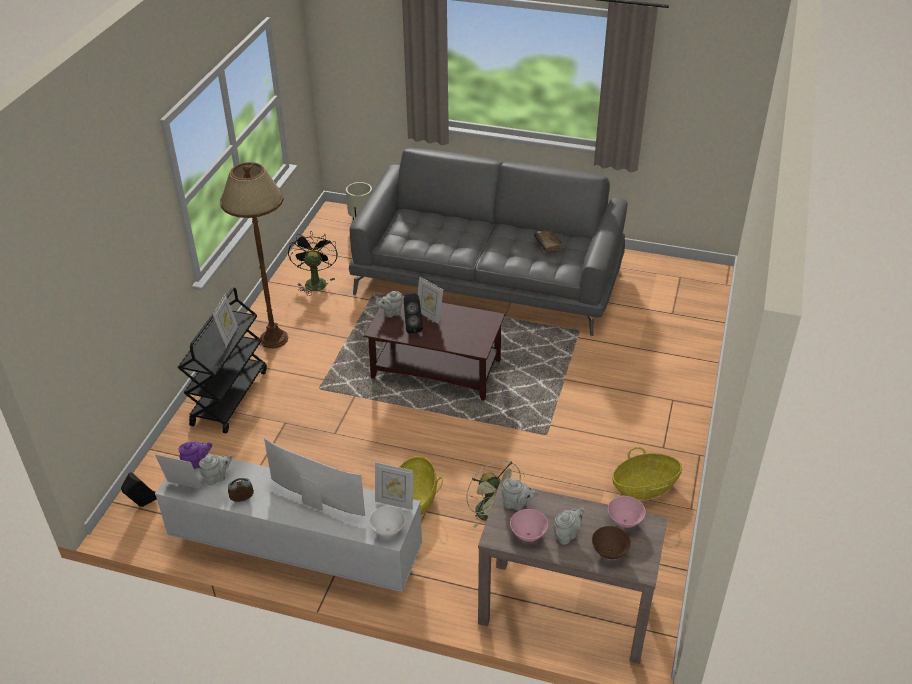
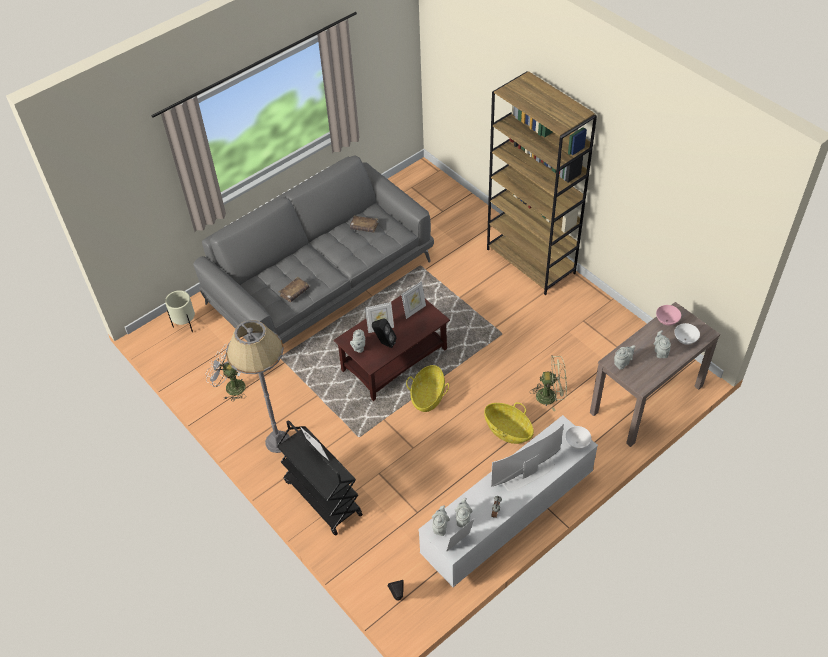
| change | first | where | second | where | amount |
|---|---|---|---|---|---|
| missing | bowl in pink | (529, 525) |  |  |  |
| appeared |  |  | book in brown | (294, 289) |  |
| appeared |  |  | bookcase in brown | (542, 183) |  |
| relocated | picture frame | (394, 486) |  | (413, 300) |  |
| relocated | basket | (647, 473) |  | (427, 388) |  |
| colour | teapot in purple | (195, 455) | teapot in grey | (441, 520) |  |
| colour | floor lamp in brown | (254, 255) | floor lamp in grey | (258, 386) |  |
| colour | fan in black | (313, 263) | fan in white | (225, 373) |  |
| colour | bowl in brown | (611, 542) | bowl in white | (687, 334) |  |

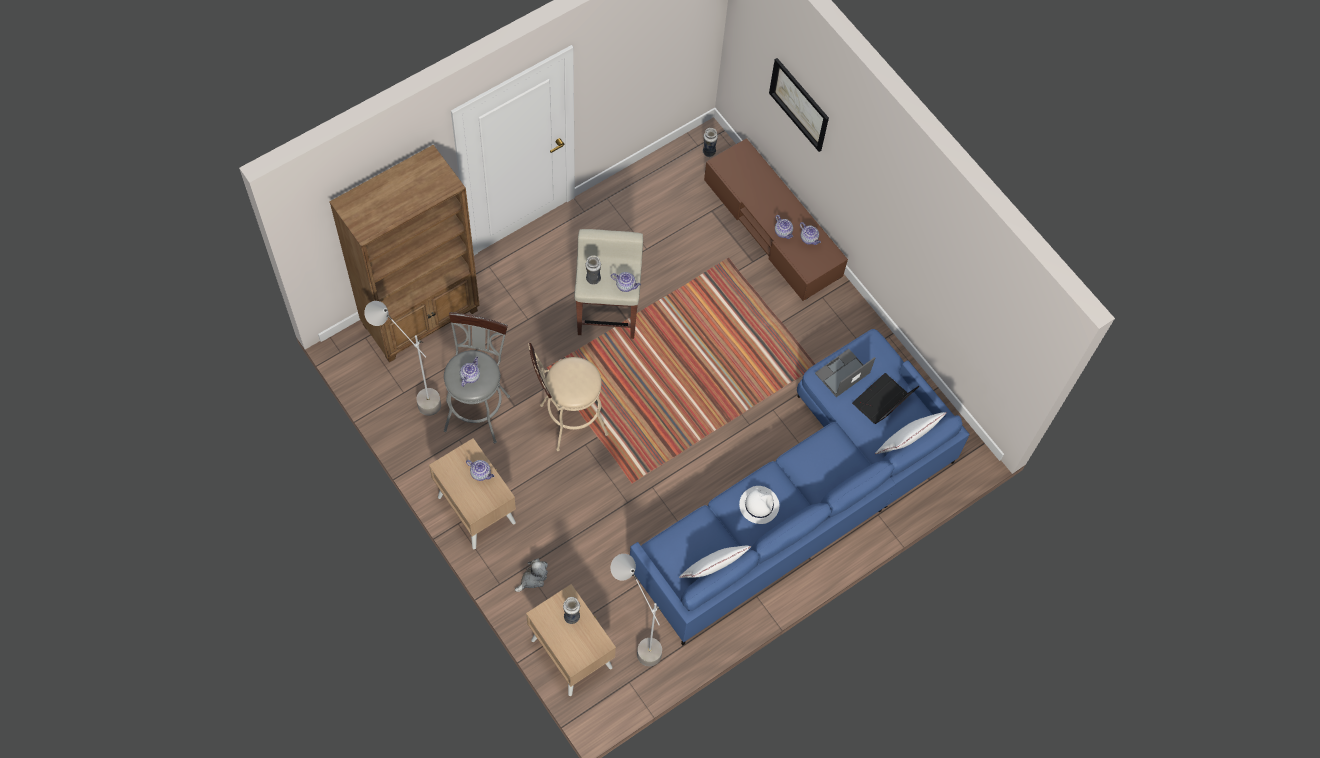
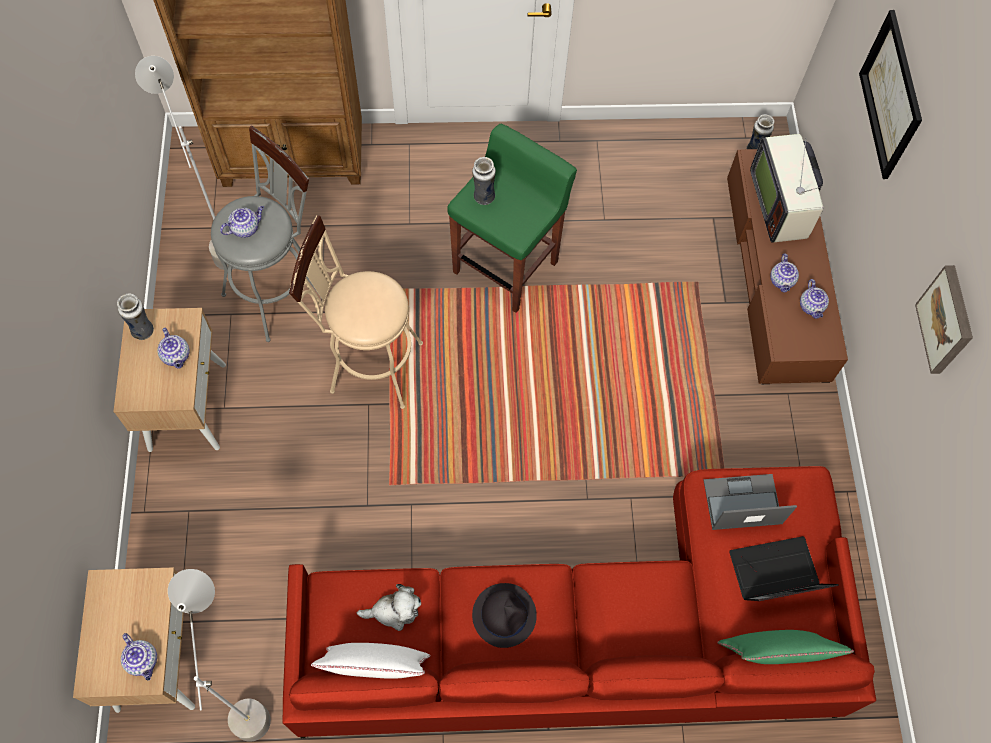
| change | first | where | second | where | amount |
|---|---|---|---|---|---|
| appeared |  |  | television | (787, 188) |  |
| appeared |  |  | picture | (944, 319) |  |
| relocated | plush toy | (531, 575) |  | (389, 607) |  |
| relocated | vase | (571, 610) |  | (135, 316) |  |
| relocated | teapot | (626, 282) |  | (139, 657) |  |
| colour | stool in beige | (608, 284) | stool in green | (512, 218) |  |
| colour | sofa in blue | (800, 487) | sofa in red | (579, 602) |  |
| colour | hat in white | (759, 505) | hat in black | (504, 615) |  |
| colour | pillow in white | (910, 433) | pillow in green | (785, 647) |  |

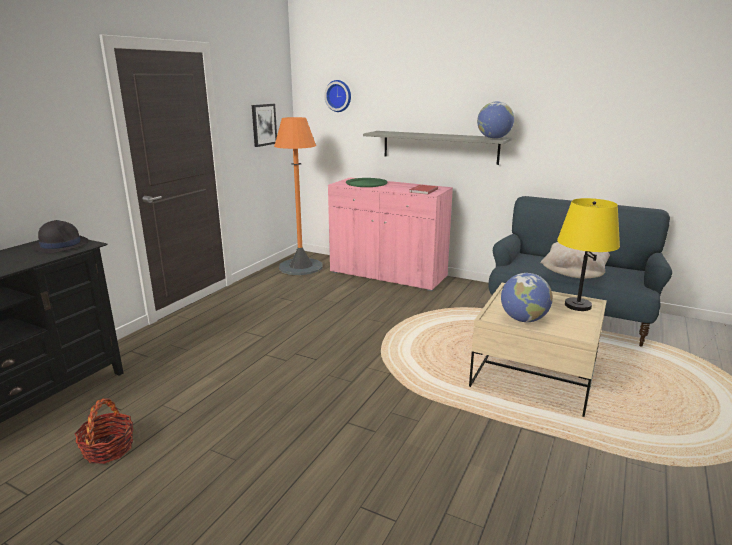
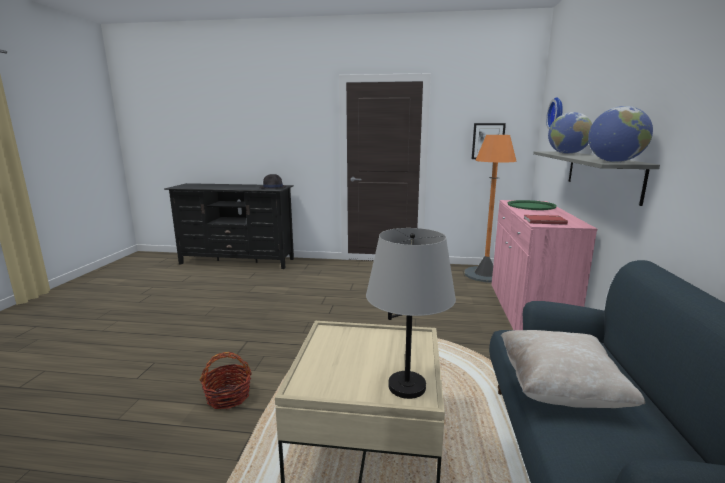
| change | first | where | second | where | amount |
|---|---|---|---|---|---|
| relocated | basket | (104, 431) |  | (225, 380) |  |
| relocated | globe | (527, 298) |  | (570, 133) |  |
| colour | table lamp in yellow | (588, 254) | table lamp in grey | (411, 313) |  |

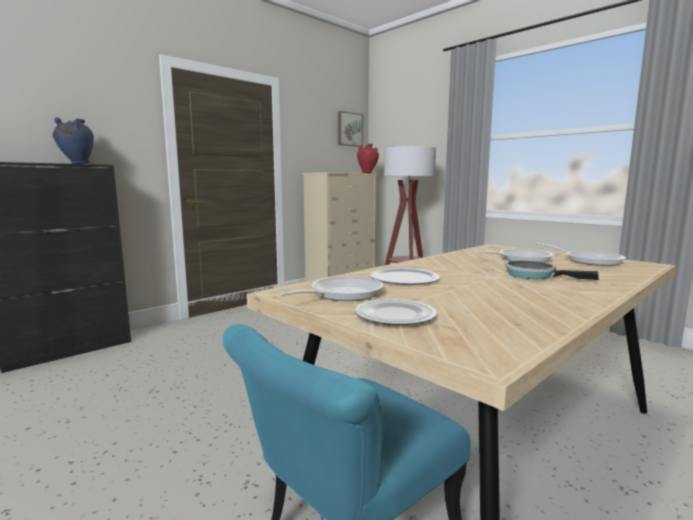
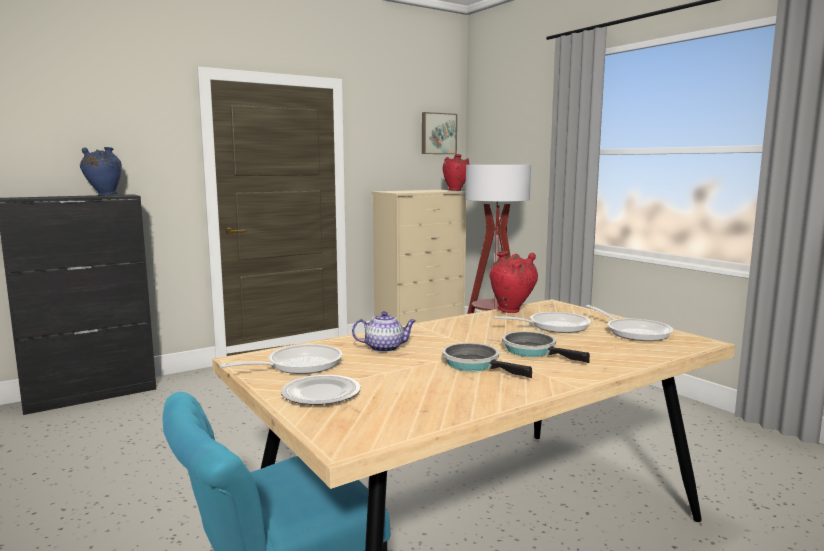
| change | first | where | second | where | amount |
|---|---|---|---|---|---|
| appeared |  |  | frying pan | (487, 360) |  |
| appeared |  |  | vase in red | (513, 282) |  |
| exchanged | plate | (405, 276) | teapot | (384, 331) |  |

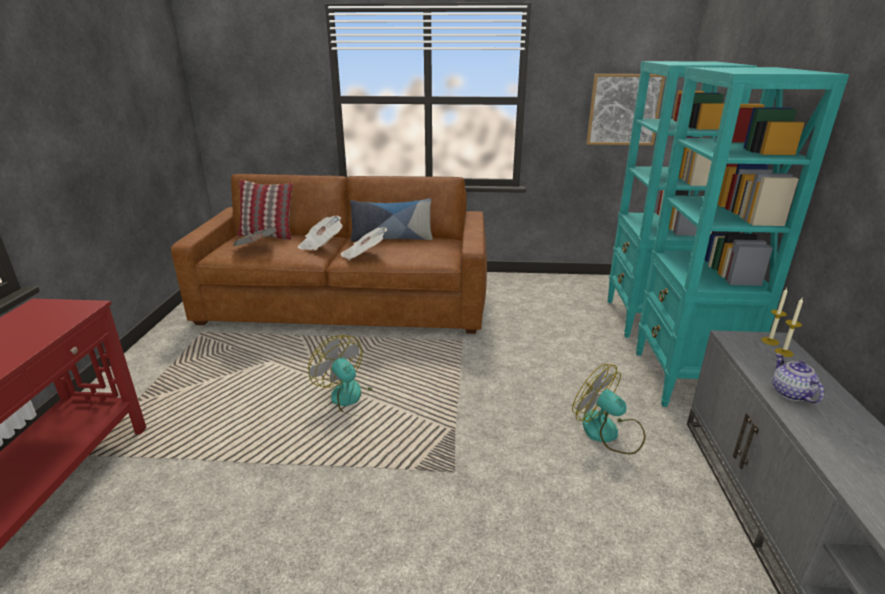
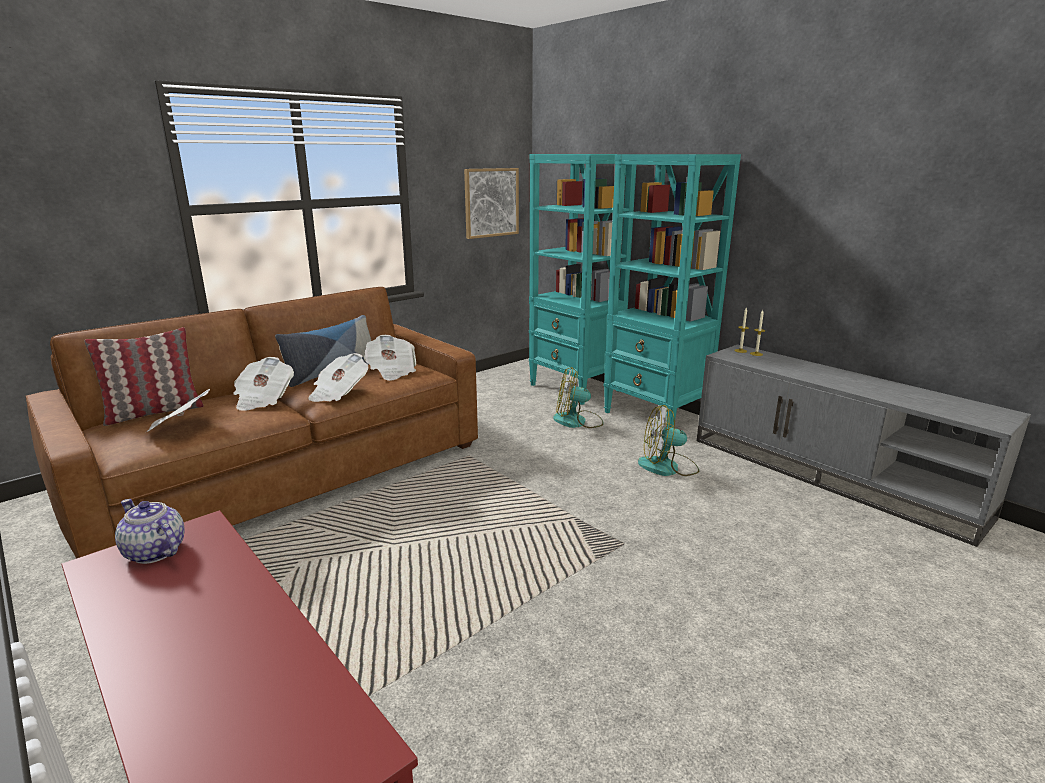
| change | first | where | second | where | amount |
|---|---|---|---|---|---|
| appeared |  |  | newspaper | (390, 358) |  |
| relocated | fan | (340, 375) |  | (578, 397) |  |
| relocated | teapot | (798, 378) |  | (150, 531) |  |

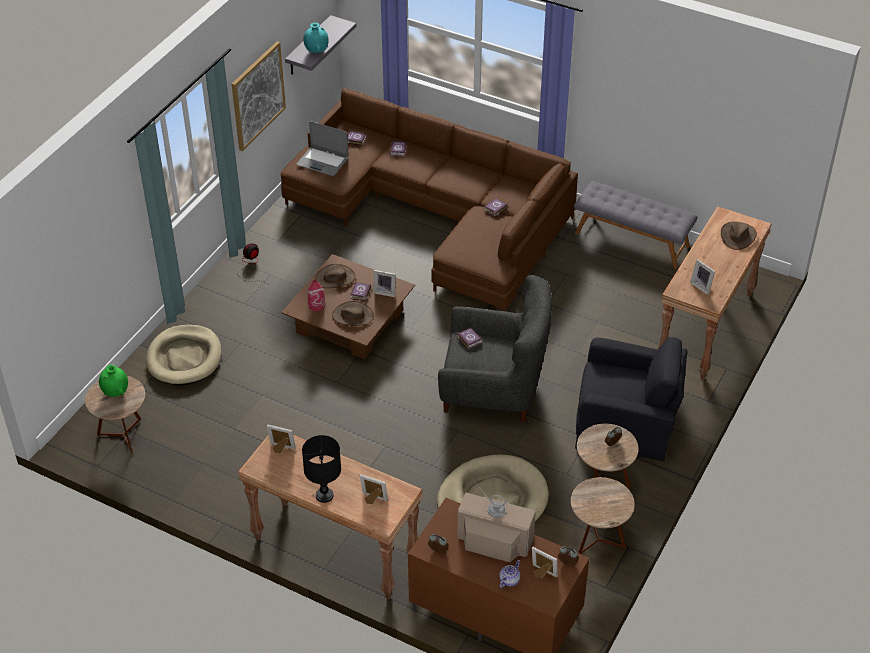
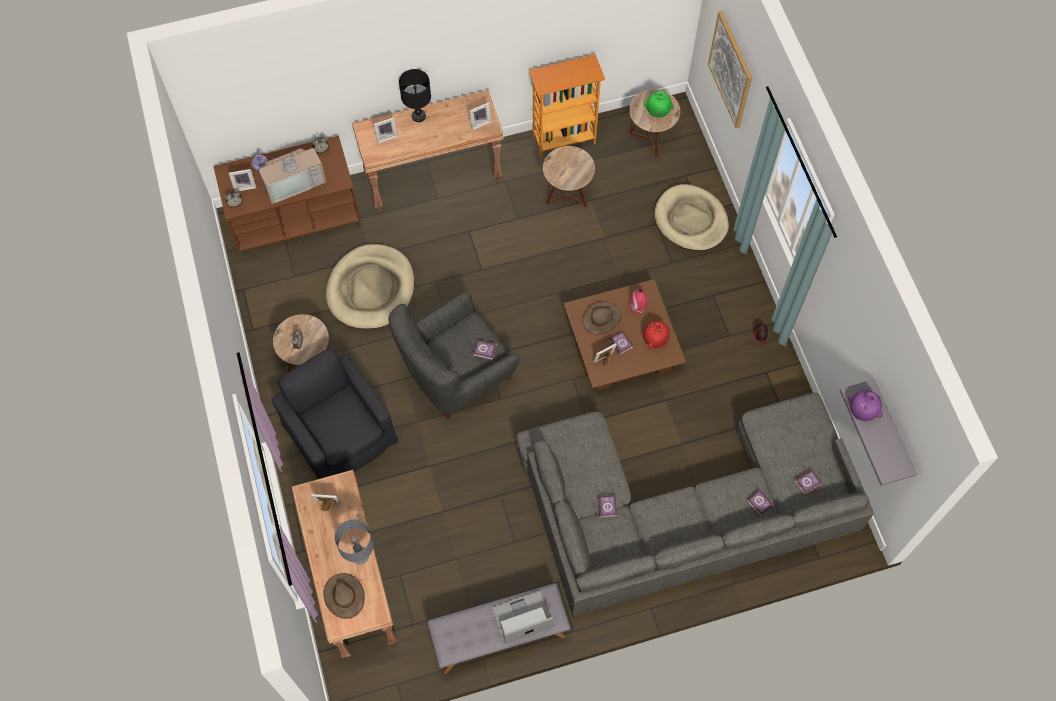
| change | first | where | second | where | amount |
|---|---|---|---|---|---|
| appeared |  |  | table lamp in grey | (354, 541) |  |
| appeared |  |  | bookcase | (567, 106) |  |
| relocated | picture | (259, 96) |  | (730, 69) |  |
| relocated | laptop | (322, 148) |  | (523, 617) |  |
| relocated | side table in brown | (603, 515) |  | (569, 176) |  |
| exchanged | hat in brown | (335, 276) | vase in red | (656, 335) |  |
| colour | sofa in brown | (429, 200) | sofa in grey | (695, 505) |  |
| colour | vase in turquoise | (316, 38) | vase in purple | (865, 405) |  |
| spun | armchair in black | (631, 399) |  | (334, 413) | 90 degrees clockwise |

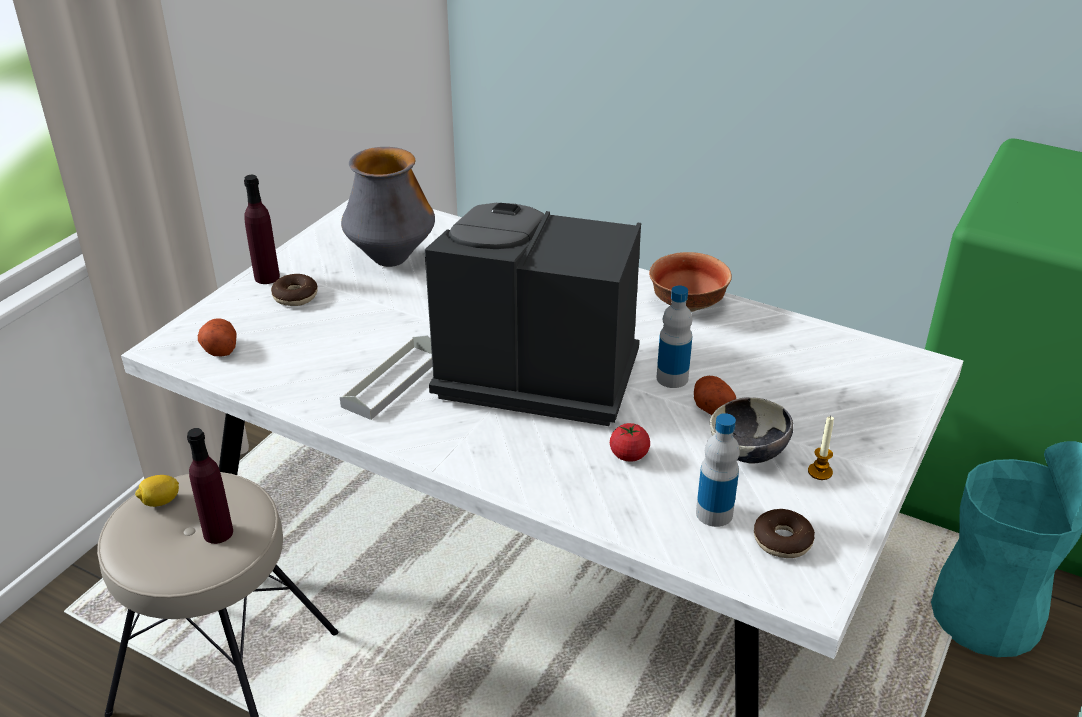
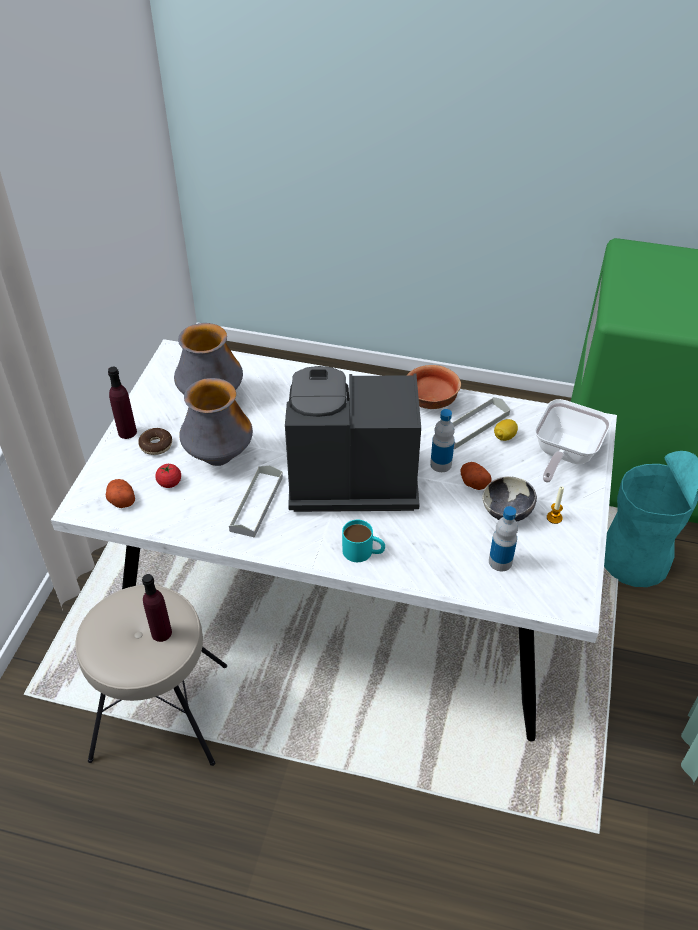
| change | first | where | second | where | amount |
|---|---|---|---|---|---|
| missing | donut | (784, 533) |  |  |  |
| appeared |  |  | vase | (216, 422) |  |
| appeared |  |  | mug in turquoise | (363, 541) |  |
| appeared |  |  | tray in grey | (481, 423) |  |
| appeared |  |  | frying pan | (573, 441) |  |
| relocated | lemon | (157, 491) |  | (506, 430) |  |
| relocated | tomato | (630, 442) |  | (168, 476) |  |

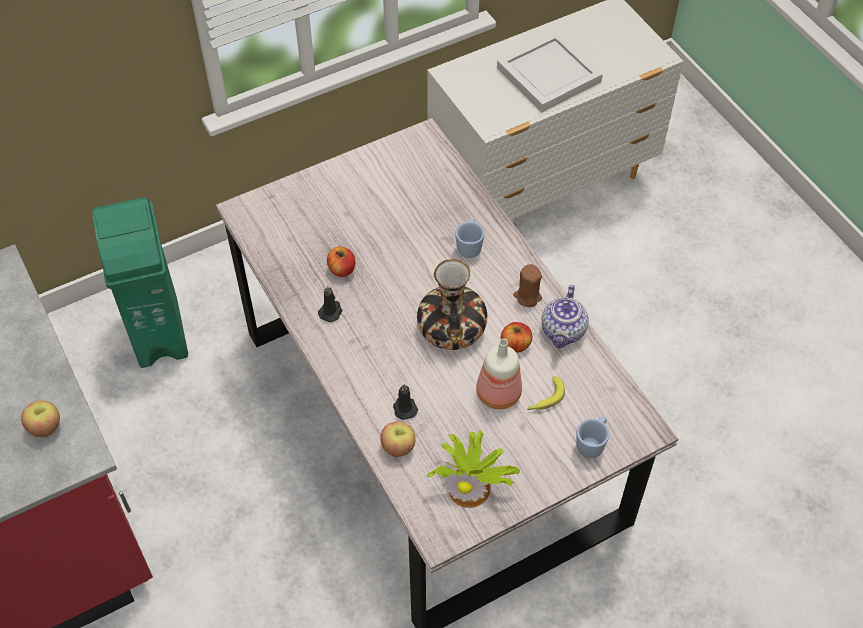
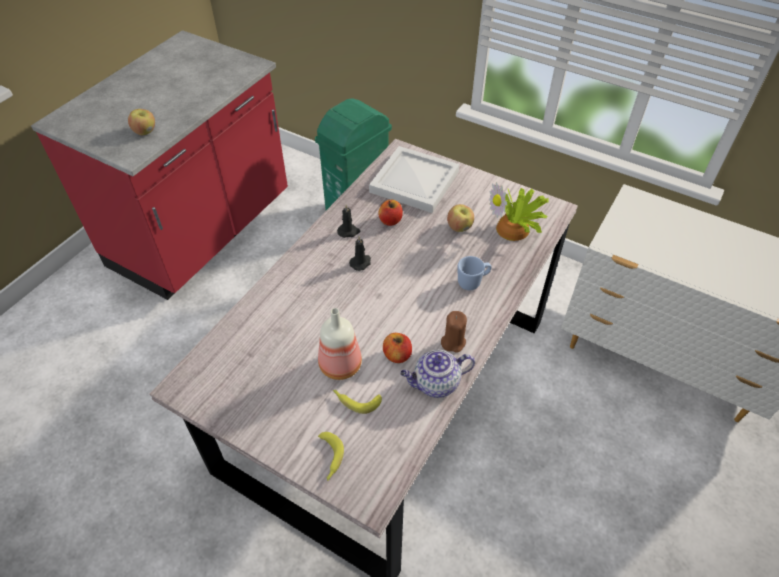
| change | first | where | second | where | amount |
|---|---|---|---|---|---|
| missing | vase | (452, 304) |  |  |  |
| relocated | apple | (398, 439) |  | (460, 218) |  |
| relocated | candle in black | (405, 402) |  | (360, 253) |  |
| relocated | potted plant | (473, 469) |  | (519, 211) |  |
| relocated | tray in white | (550, 72) |  | (414, 179) |  |
| exchanged | mug in blue | (592, 437) | banana | (331, 456) |  |

